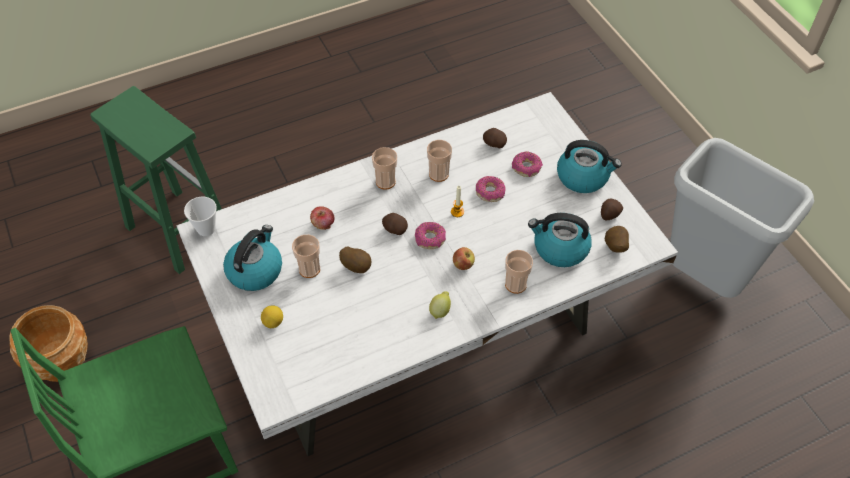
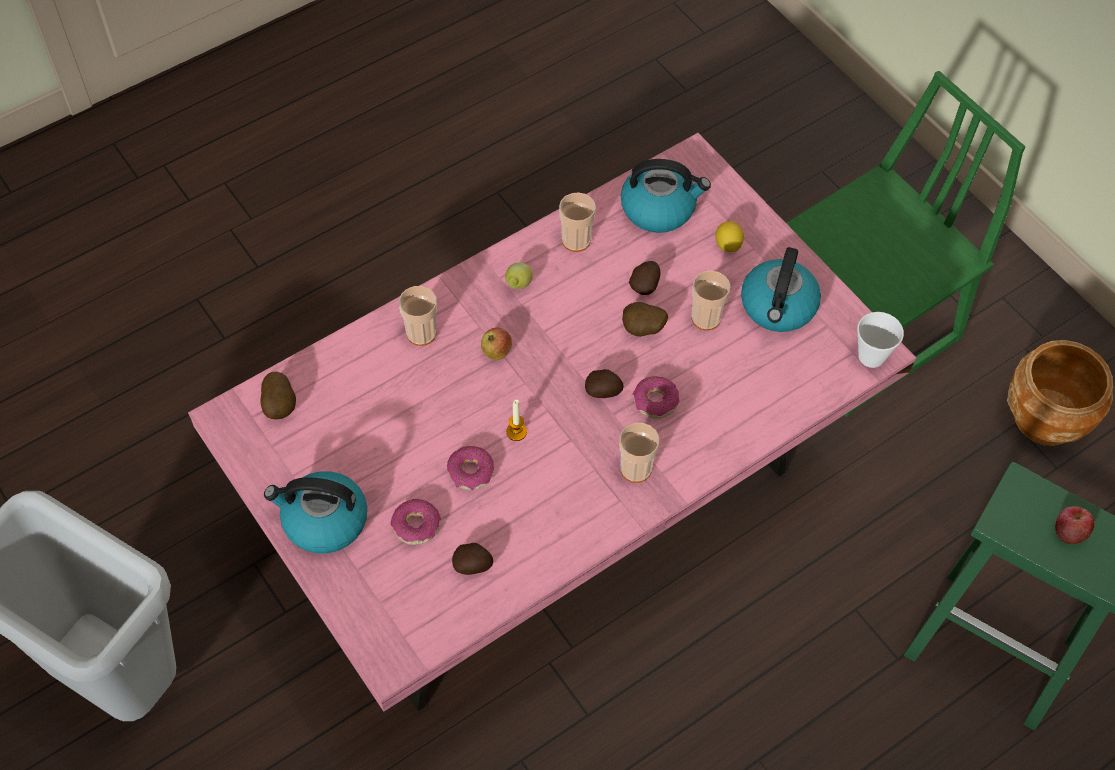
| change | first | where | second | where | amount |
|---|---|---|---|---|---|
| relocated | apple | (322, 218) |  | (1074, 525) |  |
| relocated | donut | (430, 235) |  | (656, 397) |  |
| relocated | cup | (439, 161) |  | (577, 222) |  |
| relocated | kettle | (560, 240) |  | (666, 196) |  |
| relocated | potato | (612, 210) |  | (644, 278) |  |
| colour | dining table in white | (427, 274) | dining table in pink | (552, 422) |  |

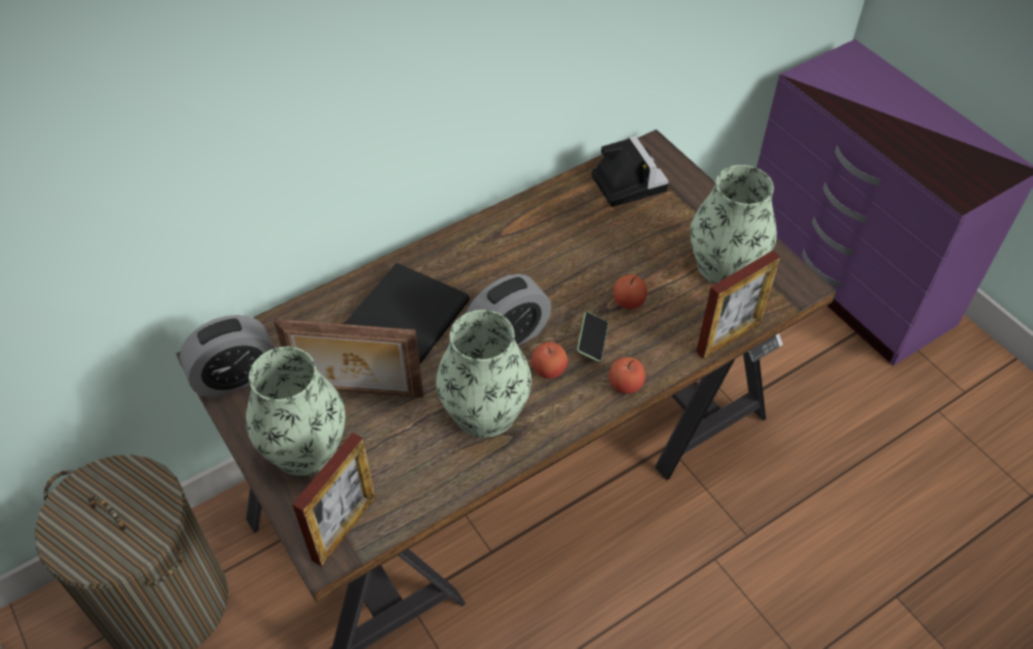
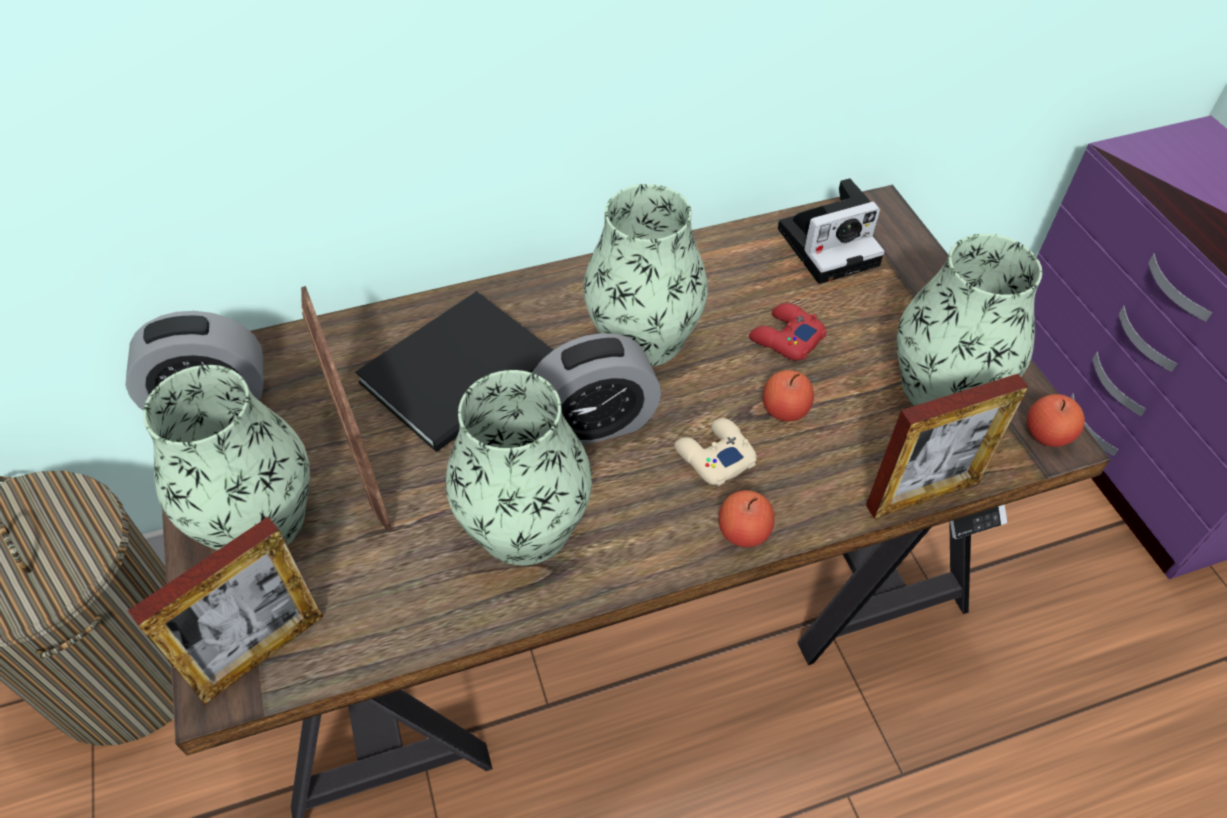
| change | first | where | second | where | amount |
|---|---|---|---|---|---|
| appeared |  |  | vase | (645, 275) |  |
| appeared |  |  | game controller in red | (788, 331) |  |
| relocated | apple | (549, 360) |  | (1056, 420) |  |
| exchanged | phone | (592, 337) | game controller in beige | (715, 452) |  |
| spun | picture frame | (349, 358) |  | (346, 409) | 45 degrees clockwise |
| spun | photo camera | (630, 171) |  | (831, 231) | 75 degrees clockwise |

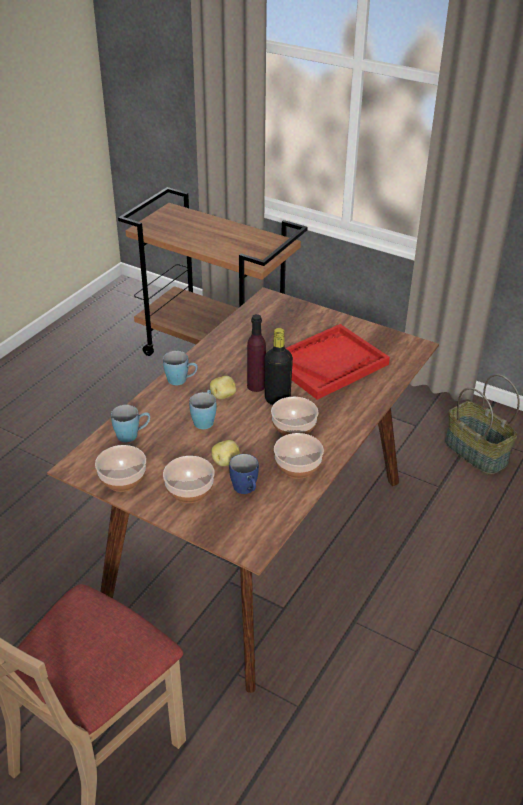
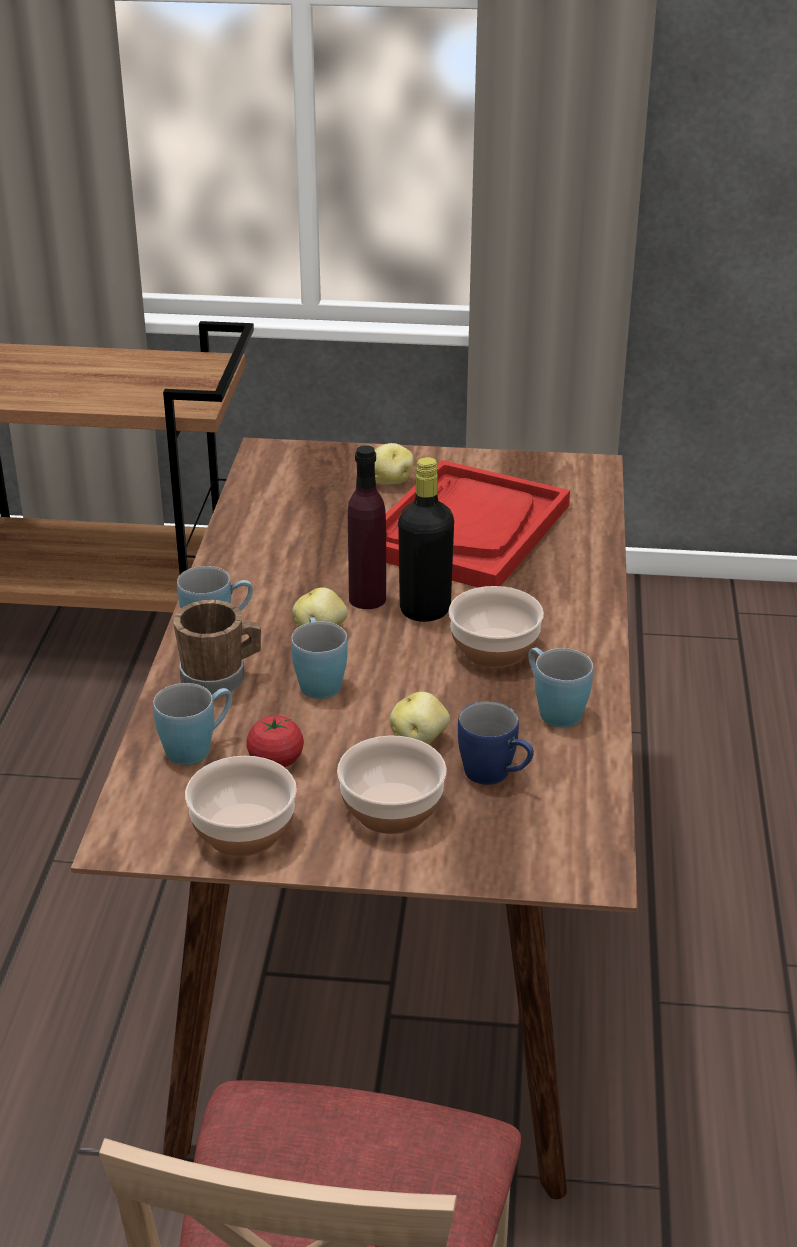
| change | first | where | second | where | amount |
|---|---|---|---|---|---|
| missing | basket | (482, 424) |  |  |  |
| appeared |  |  | mug in brown | (217, 647) |  |
| appeared |  |  | tomato | (275, 741) |  |
| appeared |  |  | potato | (394, 463) |  |
| exchanged | bowl | (299, 456) | mug in blue | (561, 687) |  |

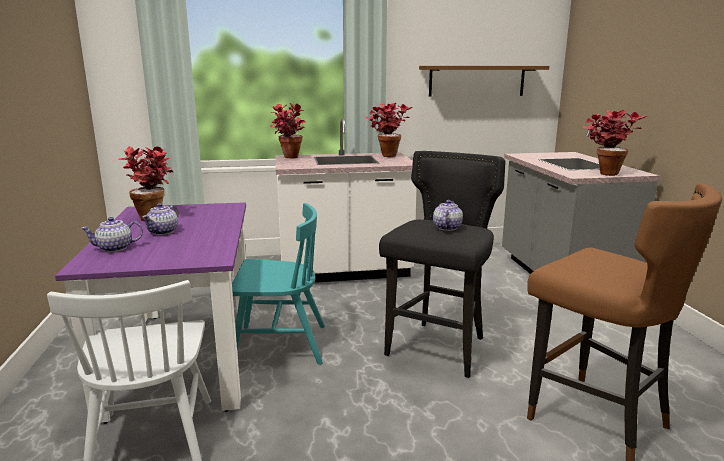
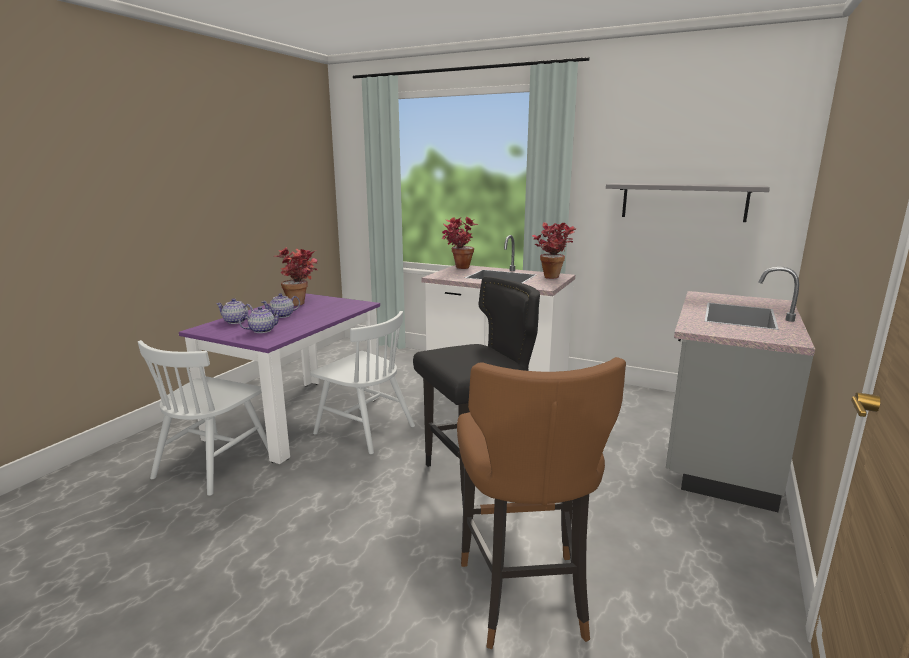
| change | first | where | second | where | amount |
|---|---|---|---|---|---|
| missing | potted plant | (615, 143) |  |  |  |
| relocated | teapot | (448, 215) |  | (260, 319) |  |
| colour | chair in turquoise | (278, 284) | chair in white | (362, 382) |  |
| colour | shelf in brown | (484, 81) | shelf in grey | (688, 202) |  |

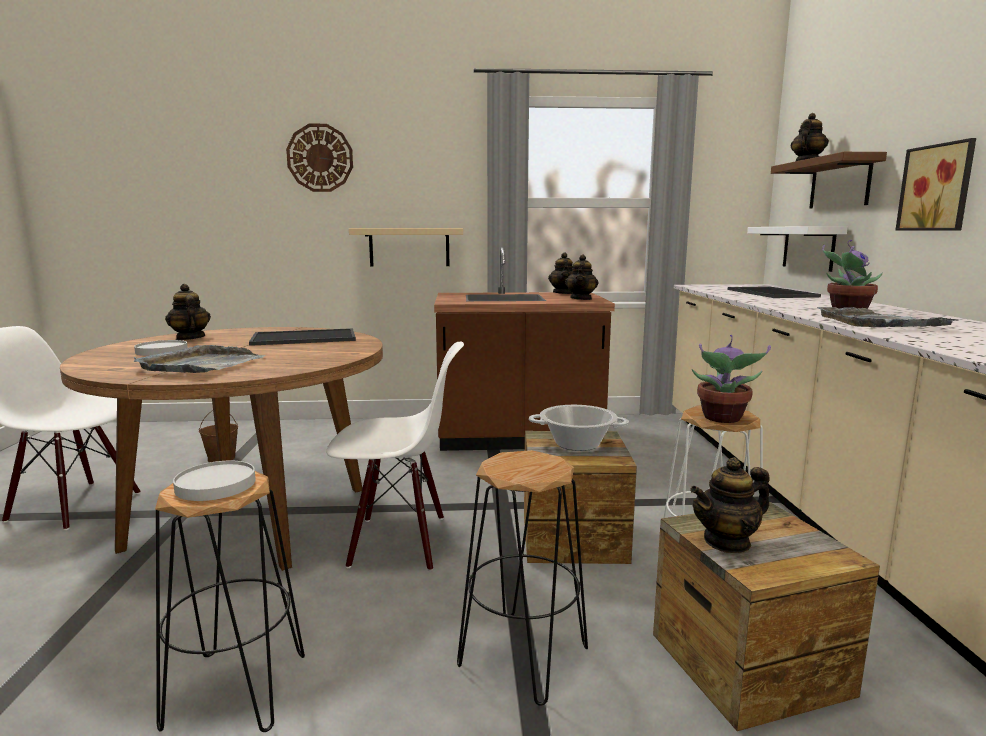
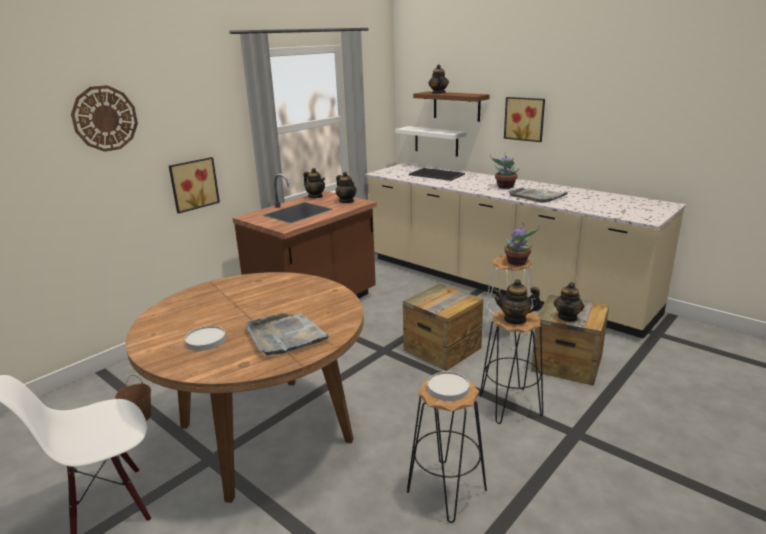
| change | first | where | second | where | amount |
|---|---|---|---|---|---|
| missing | tray | (302, 337) |  |  |  |
| missing | chair in white | (395, 456) |  |  |  |
| missing | cooking pot | (579, 428) |  |  |  |
| relocated | teapot | (188, 312) |  | (517, 302) |  |
| exchanged | shelf in beige | (406, 247) | picture | (194, 185) |  |

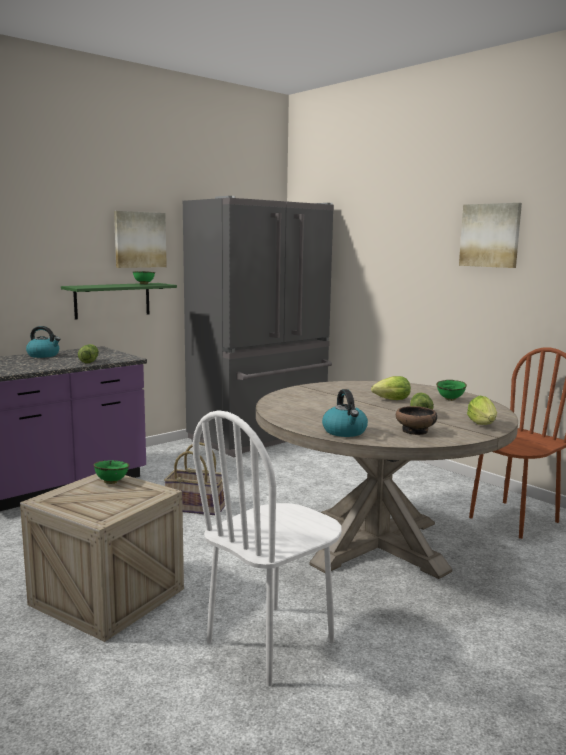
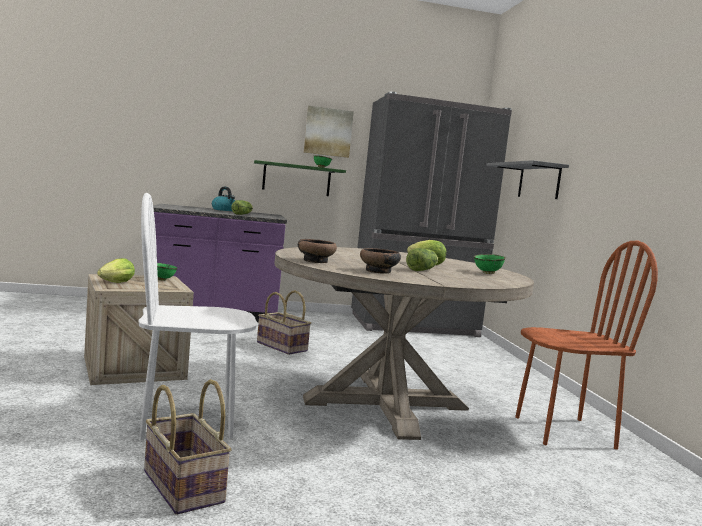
| change | first | where | second | where | amount |
|---|---|---|---|---|---|
| missing | picture | (490, 235) |  |  |  |
| appeared |  |  | basket | (188, 447) |  |
| appeared |  |  | shelf in grey | (527, 179) |  |
| relocated | lettuce | (482, 410) |  | (116, 270) |  |
| exchanged | kettle | (345, 413) | bowl | (317, 251) |  |

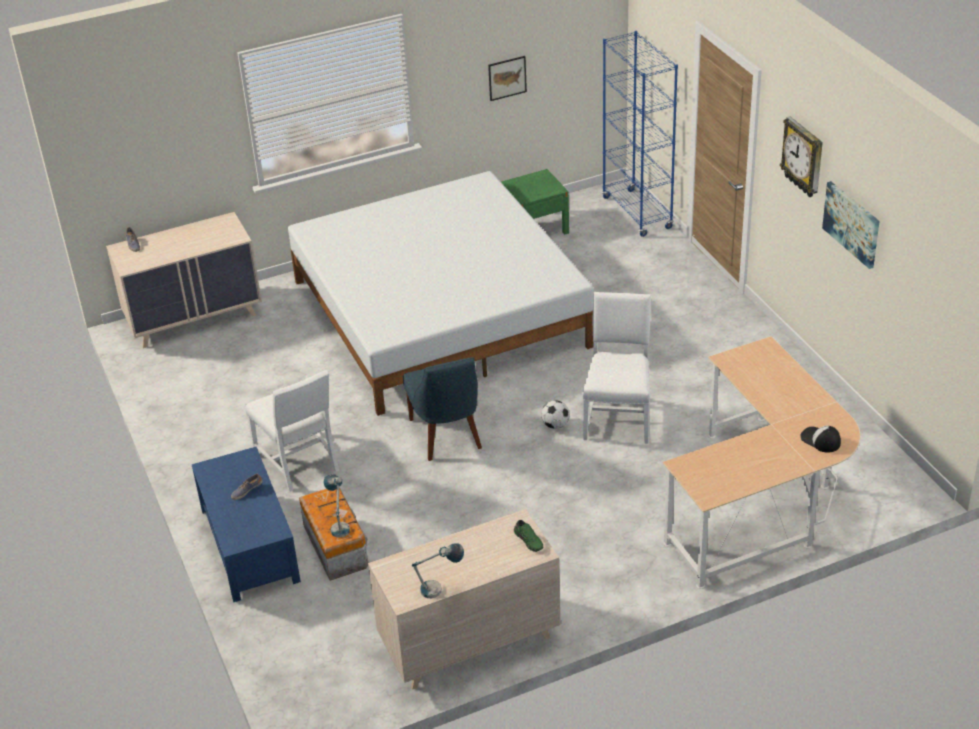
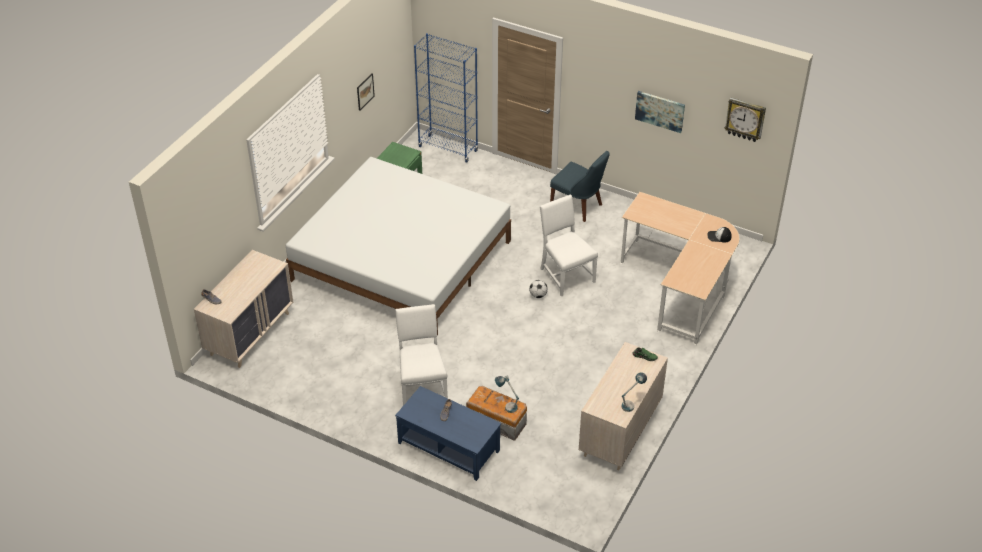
| change | first | where | second | where | amount |
|---|---|---|---|---|---|
| relocated | chair in blue | (442, 409) |  | (580, 186) |  |
| relocated | wall clock | (801, 156) |  | (745, 119) |  |
| spun | chair in white | (292, 431) |  | (422, 355) | 120 degrees counterclockwise |

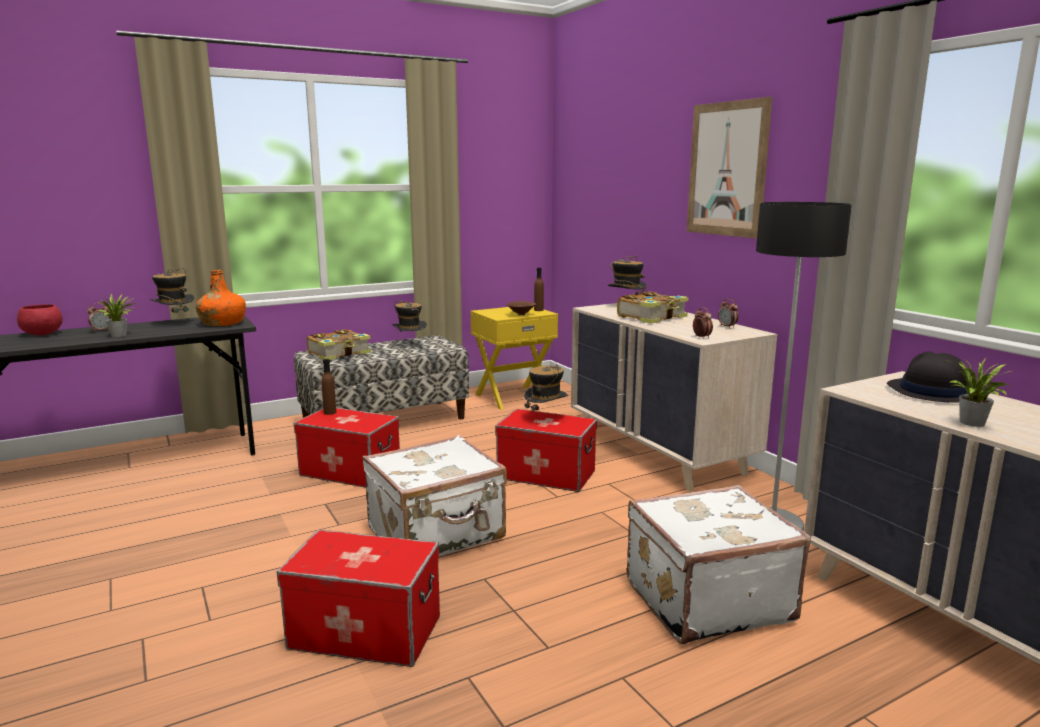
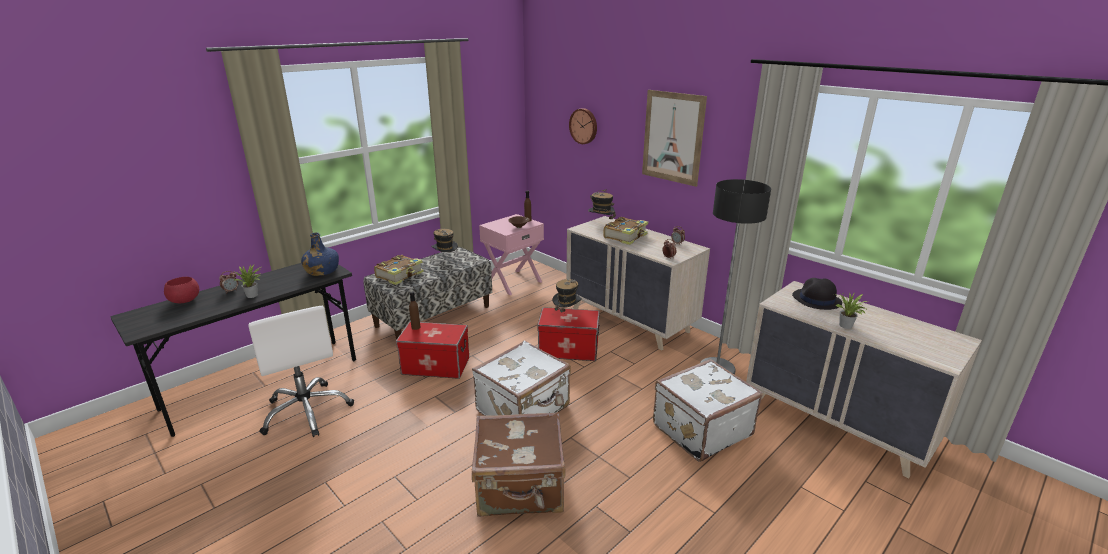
| change | first | where | second | where | amount |
|---|---|---|---|---|---|
| missing | hat | (171, 292) |  |  |  |
| appeared |  |  | office chair in white | (301, 371) |  |
| appeared |  |  | wall clock | (583, 126) |  |
| exchanged | storage box | (358, 598) | suitcase in brown | (519, 464) |  |
| colour | bottle in orange | (221, 298) | bottle in blue | (320, 254) |  |
| colour | nightstand in yellow | (514, 358) | nightstand in pink | (511, 254) |  |

